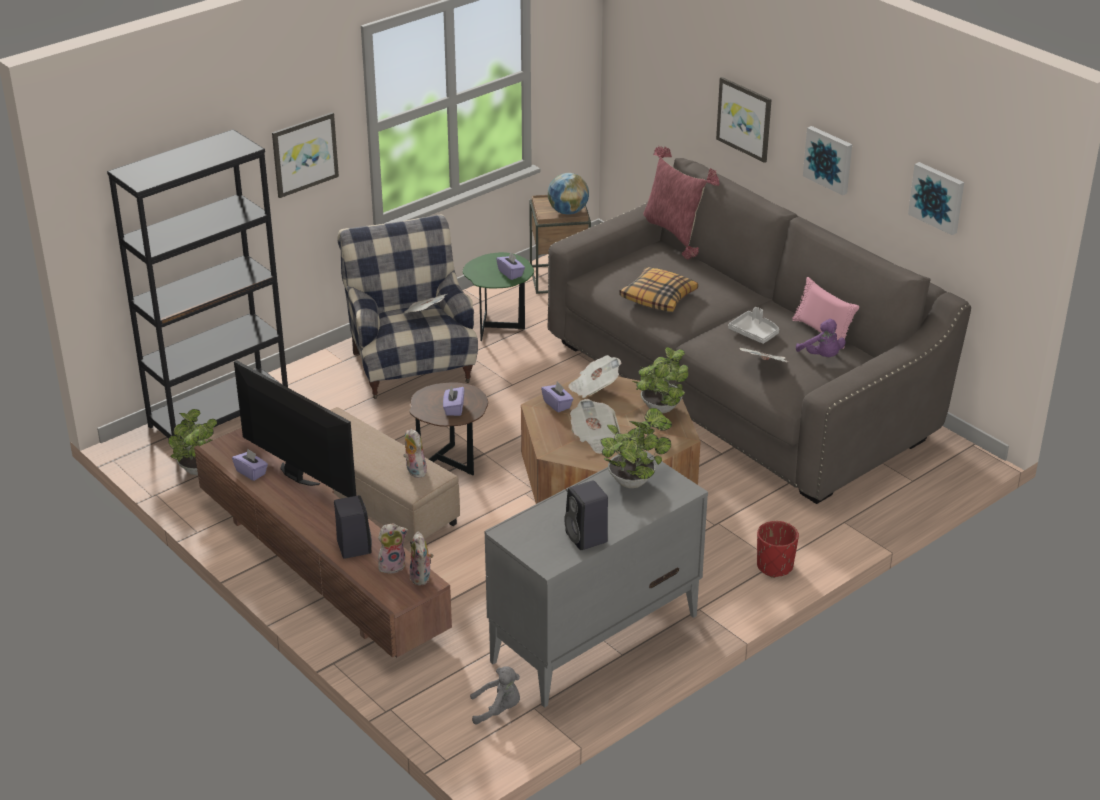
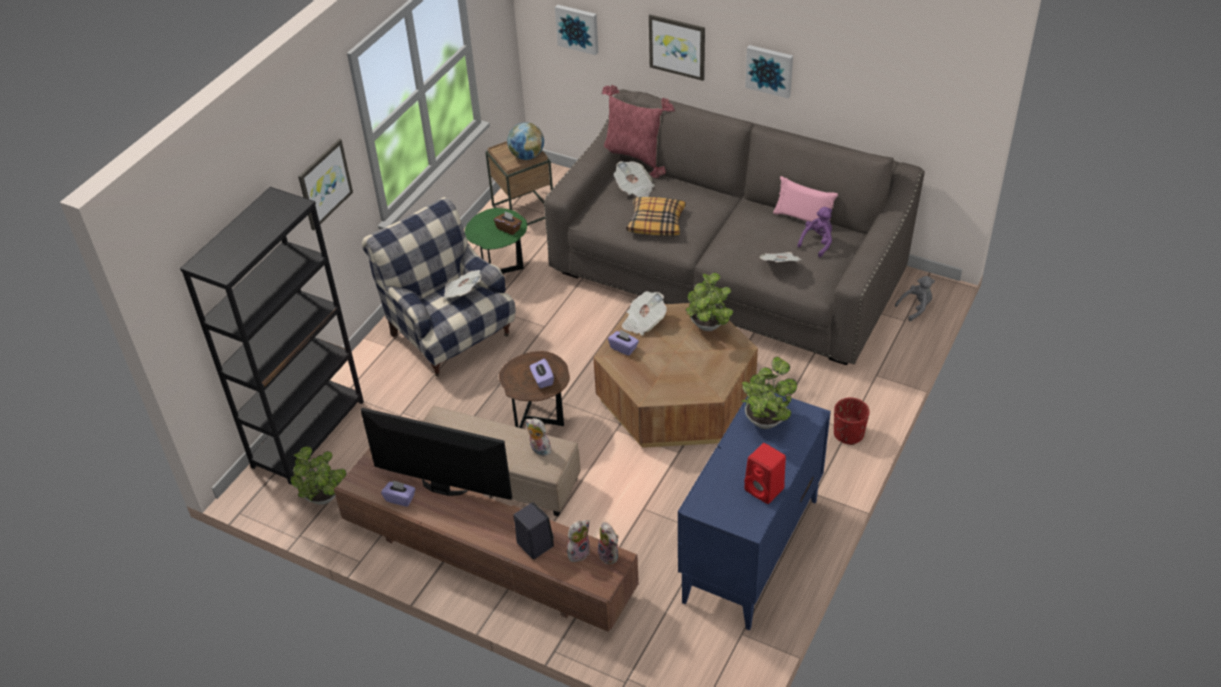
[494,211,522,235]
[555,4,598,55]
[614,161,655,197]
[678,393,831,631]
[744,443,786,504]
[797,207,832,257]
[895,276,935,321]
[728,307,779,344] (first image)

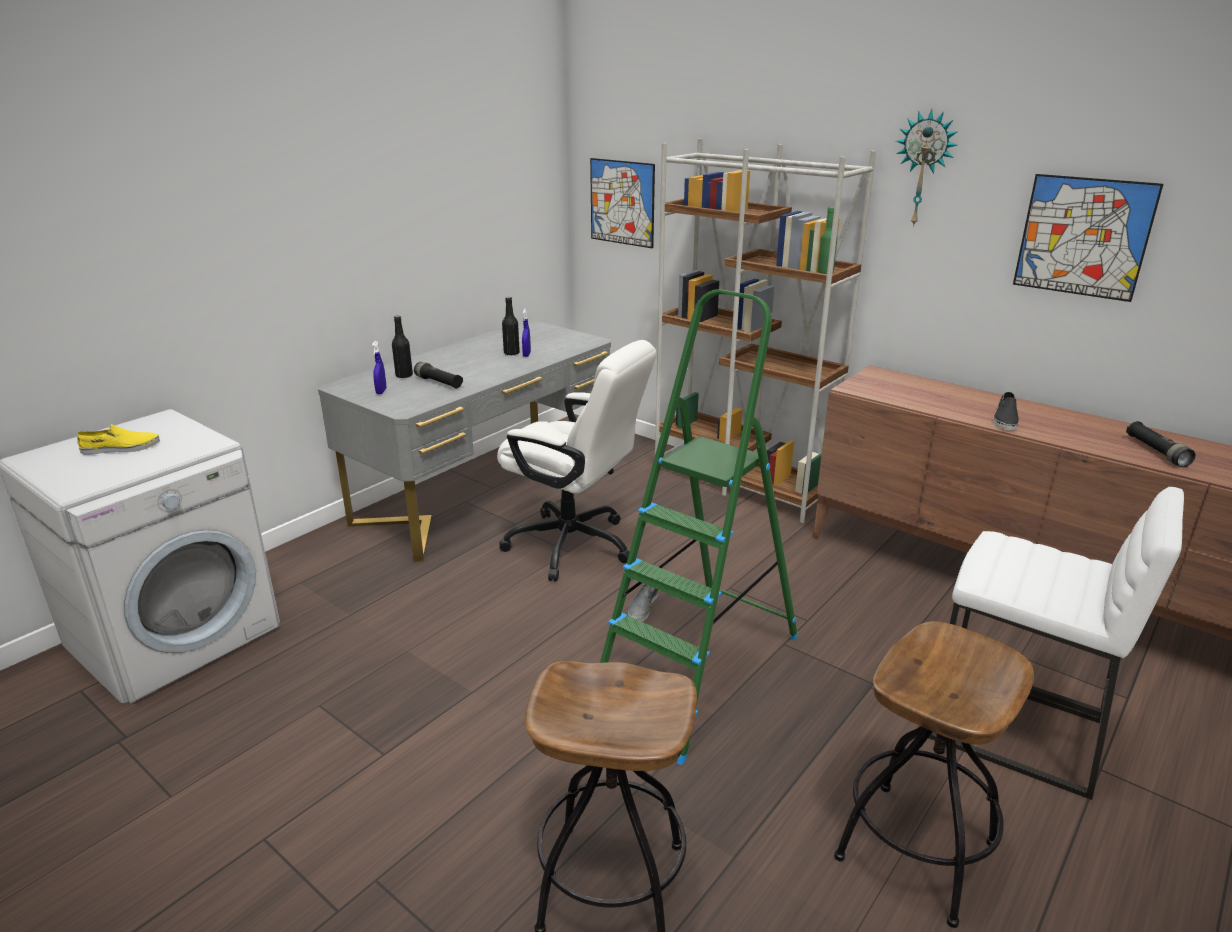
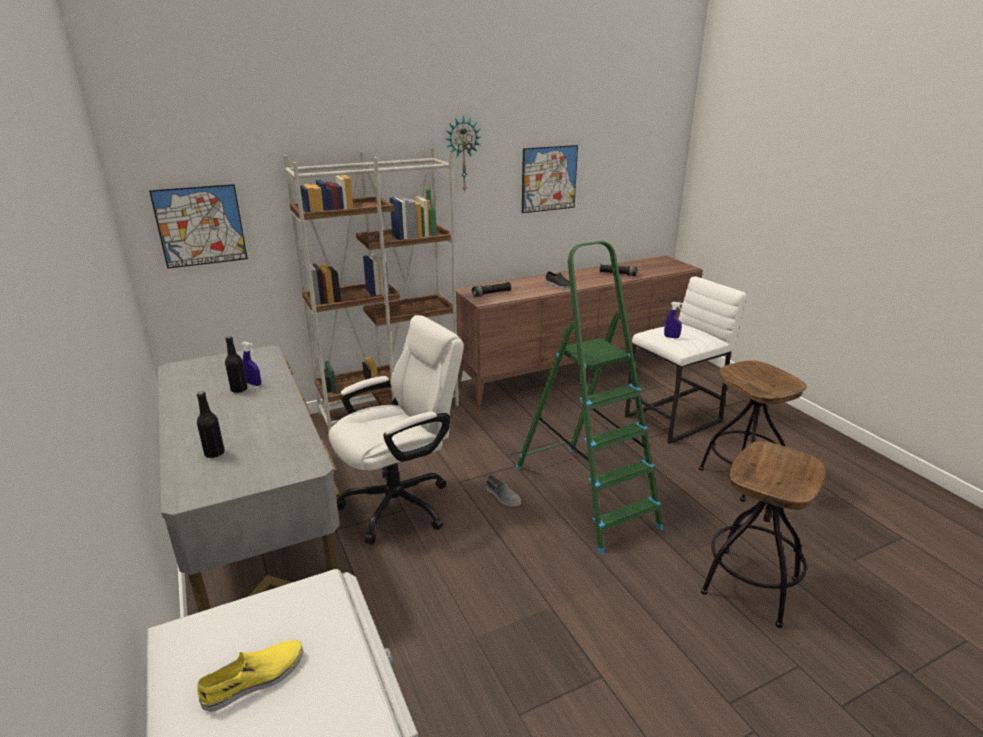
[197,640,303,712]
[472,282,511,297]
[664,302,683,339]

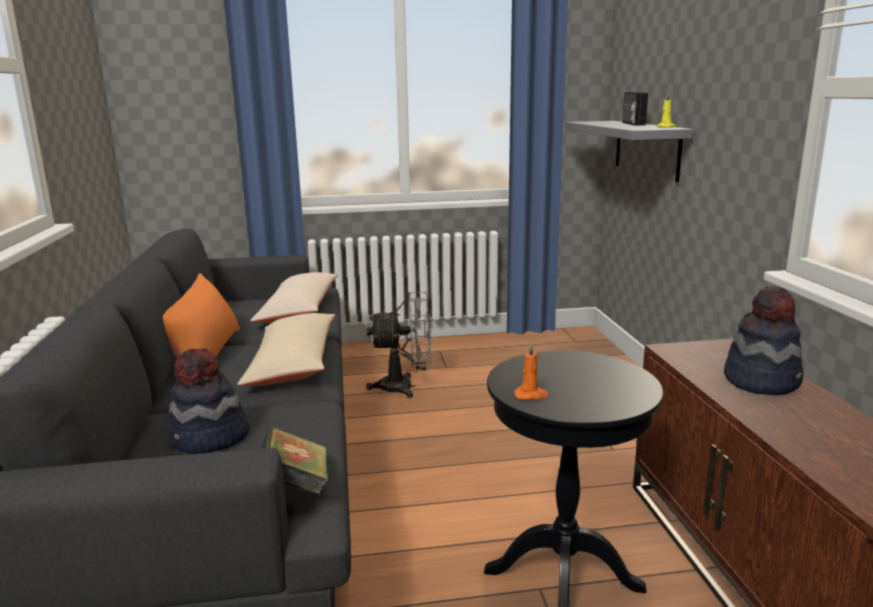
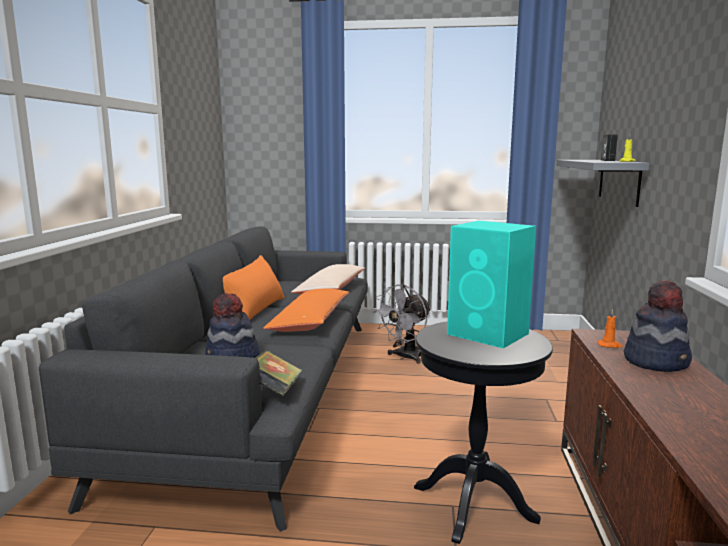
[263,288,349,332]
[373,285,431,364]
[447,221,536,349]
[597,309,622,348]

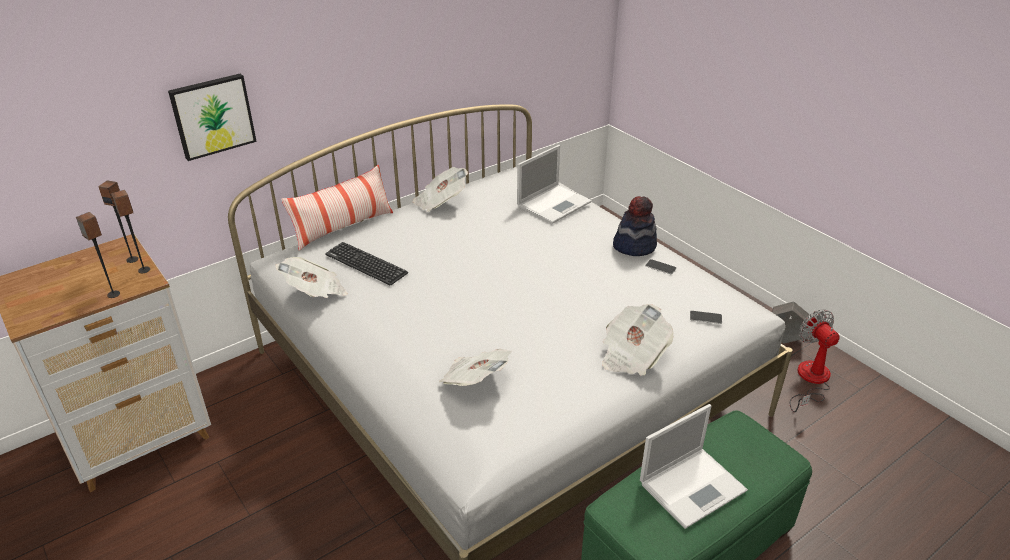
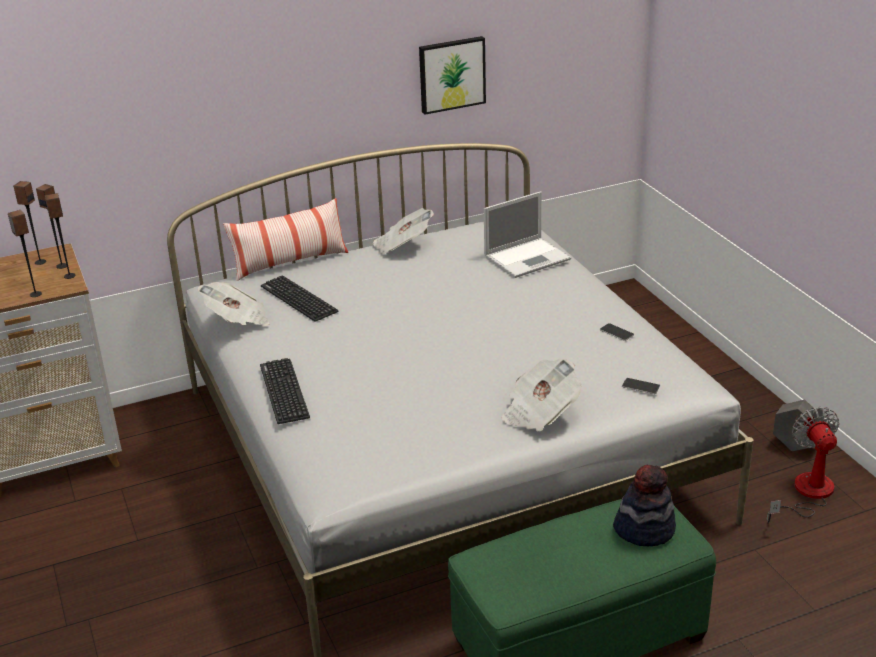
[13,181,46,265]
[260,358,310,424]
[419,36,486,115]
[613,465,676,546]
[439,349,512,386] (first image)
[640,404,748,529] (first image)

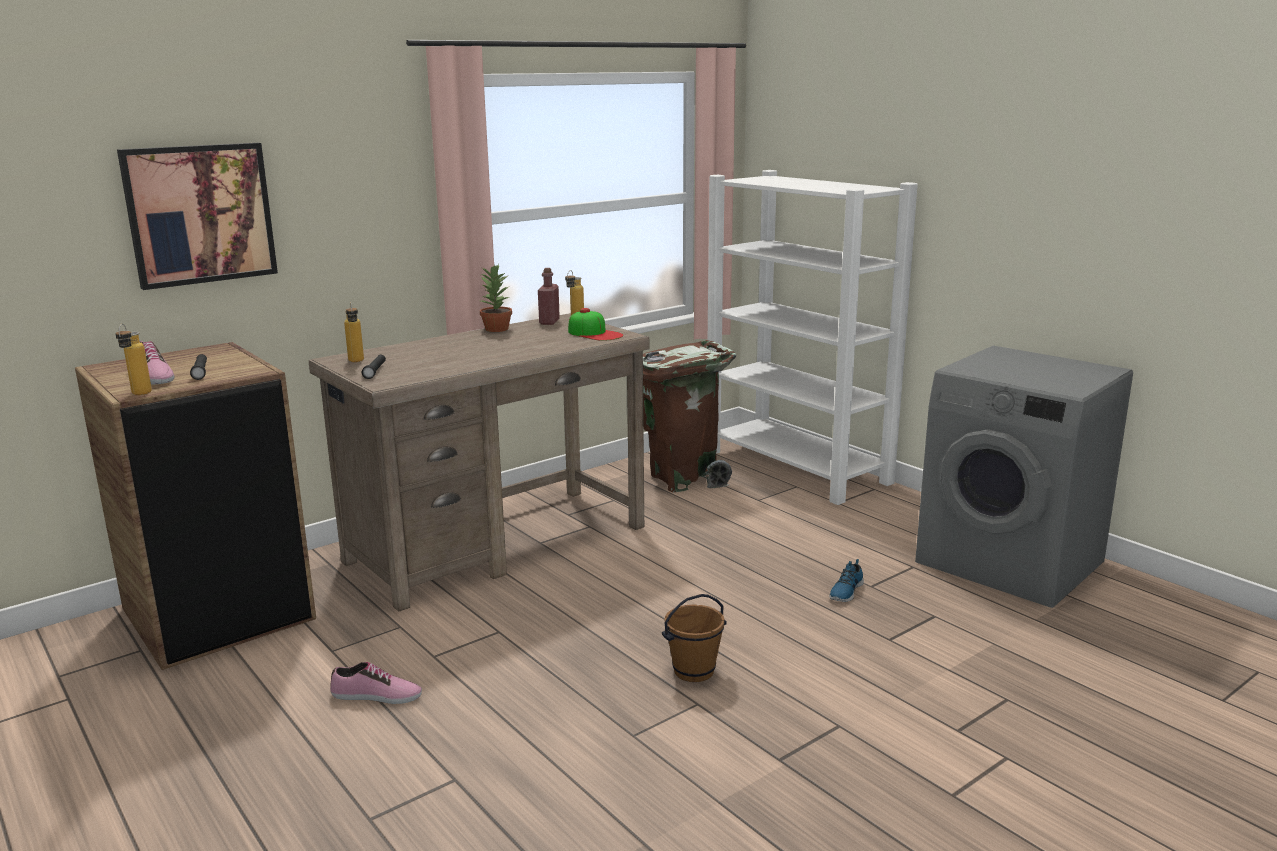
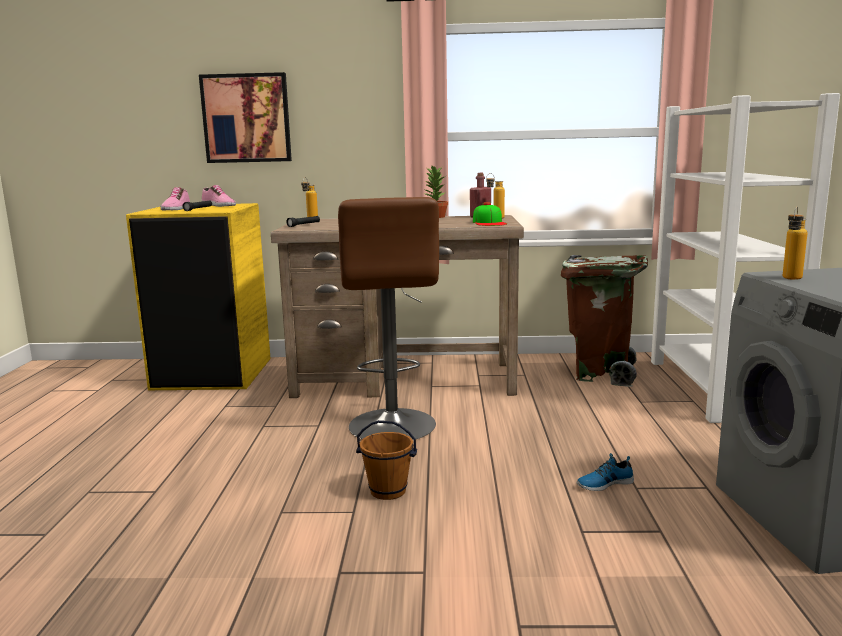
[126,203,271,390]
[202,185,236,207]
[338,197,439,440]
[783,207,807,280]

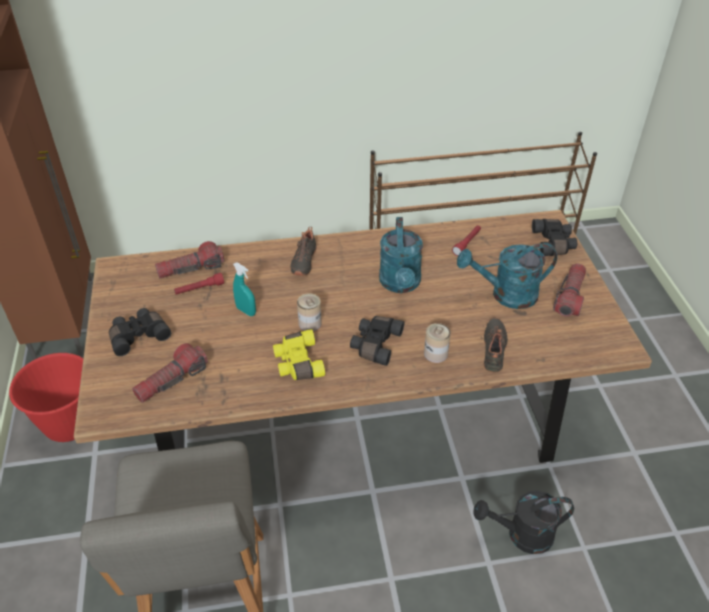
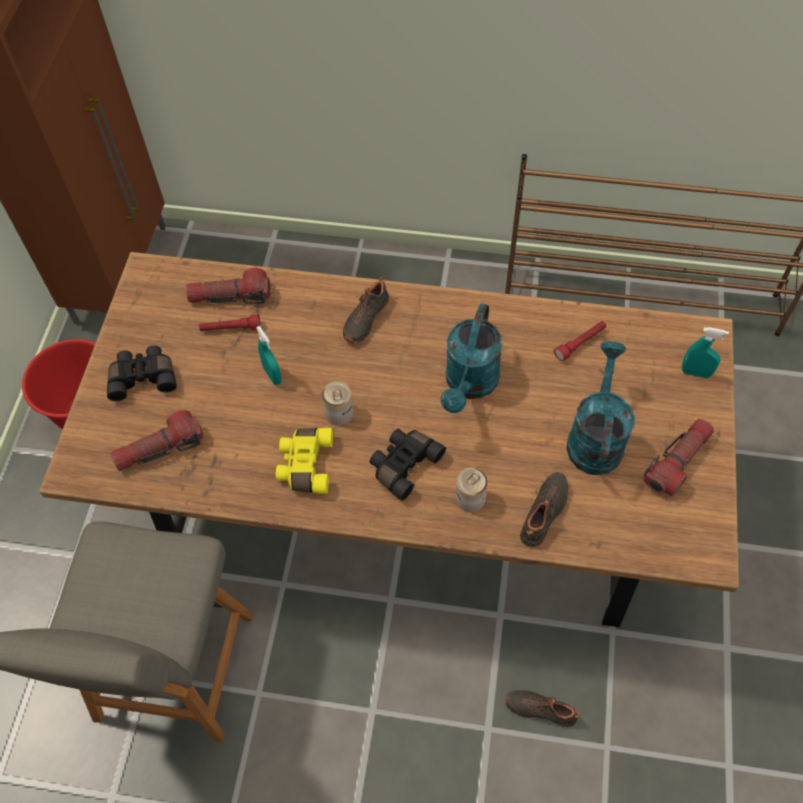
[505,690,580,728]
[567,341,635,475]
[682,327,729,378]

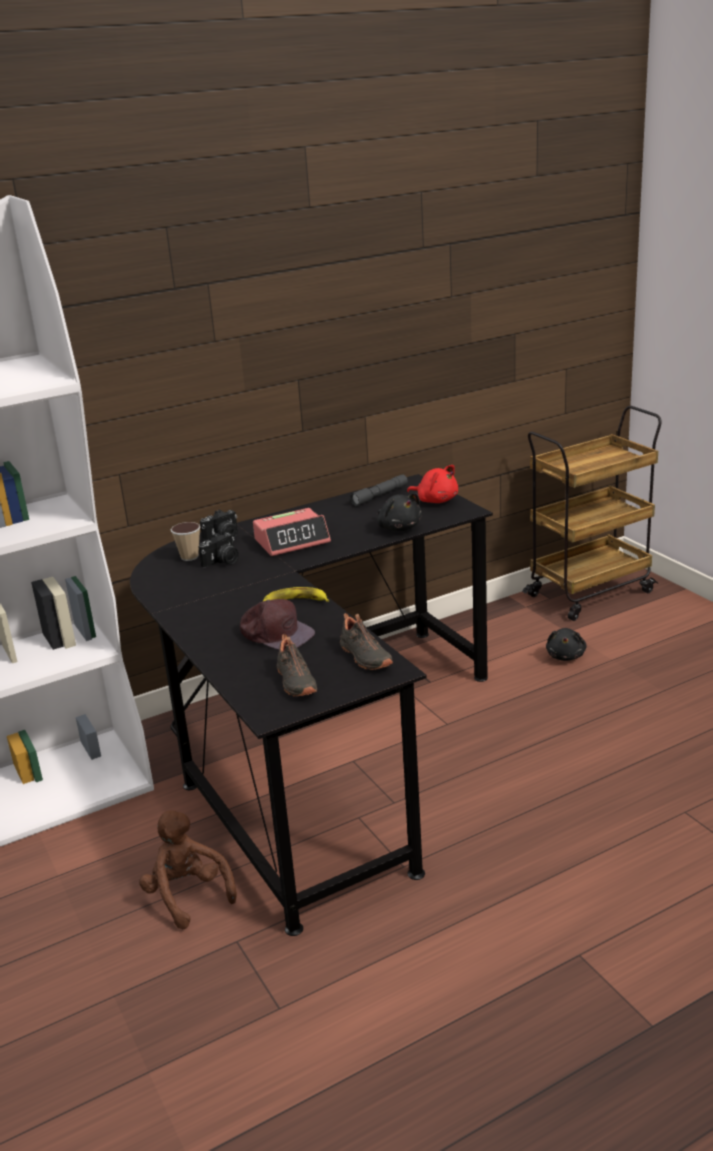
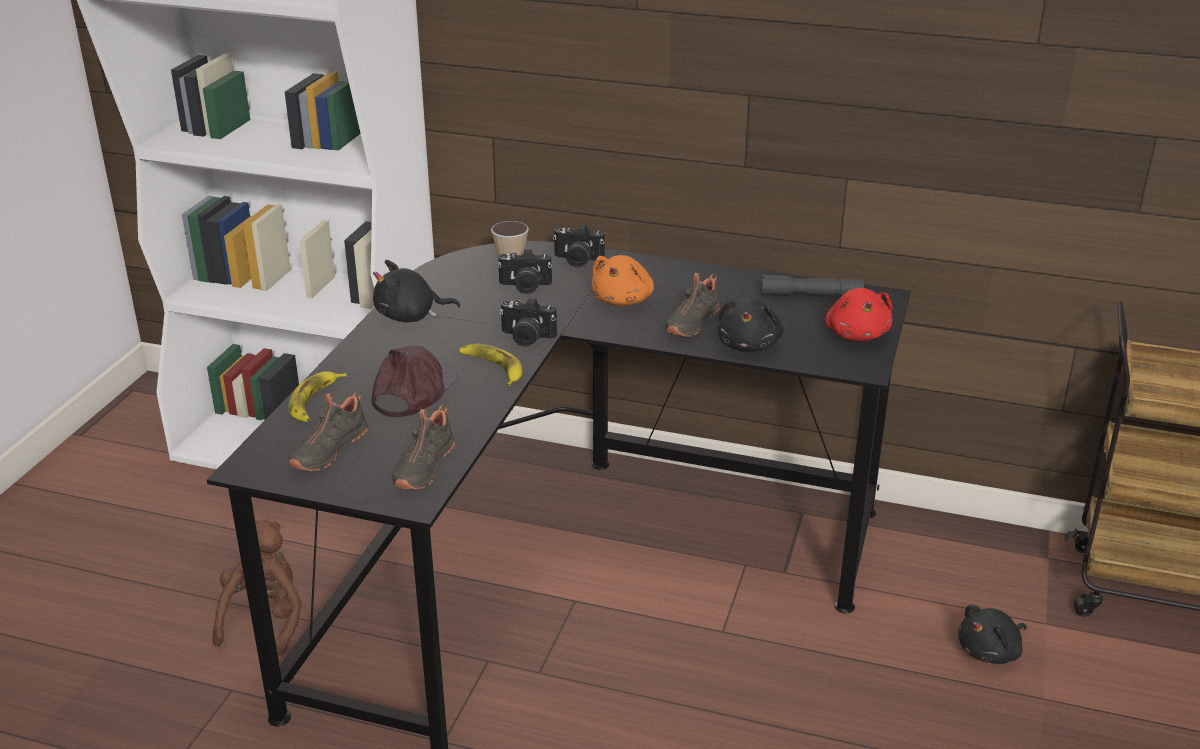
[289,371,347,422]
[371,346,457,417]
[373,260,460,322]
[500,298,557,347]
[591,255,654,306]
[665,273,720,337]

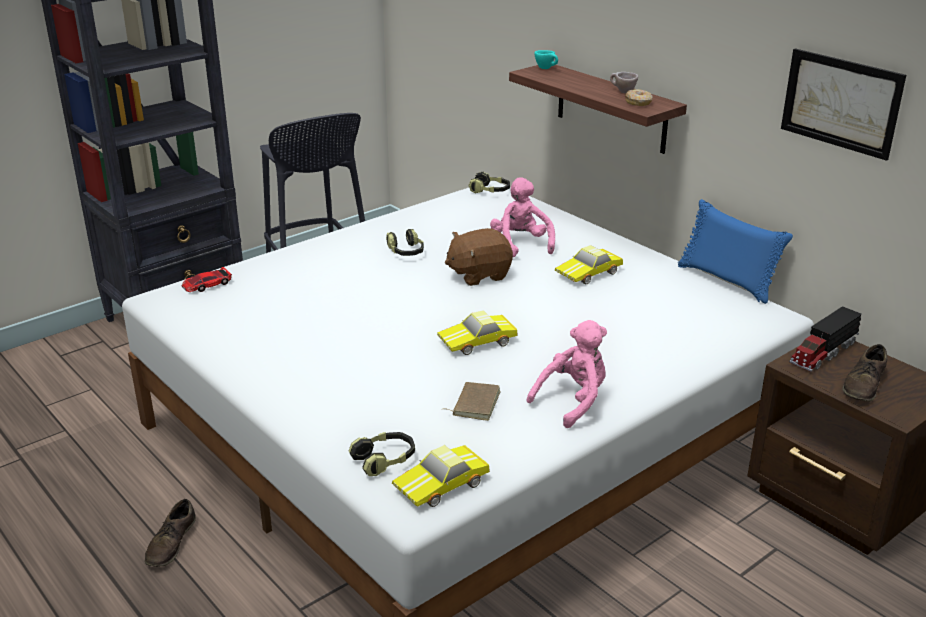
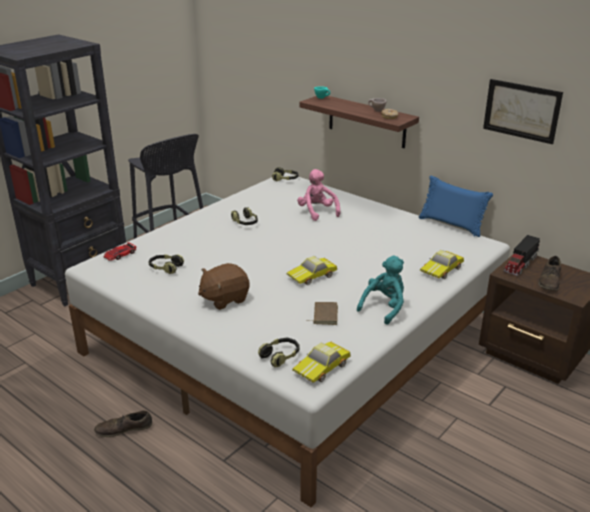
[94,410,152,437]
[149,254,184,274]
[198,263,249,310]
[357,256,404,325]
[420,250,464,279]

